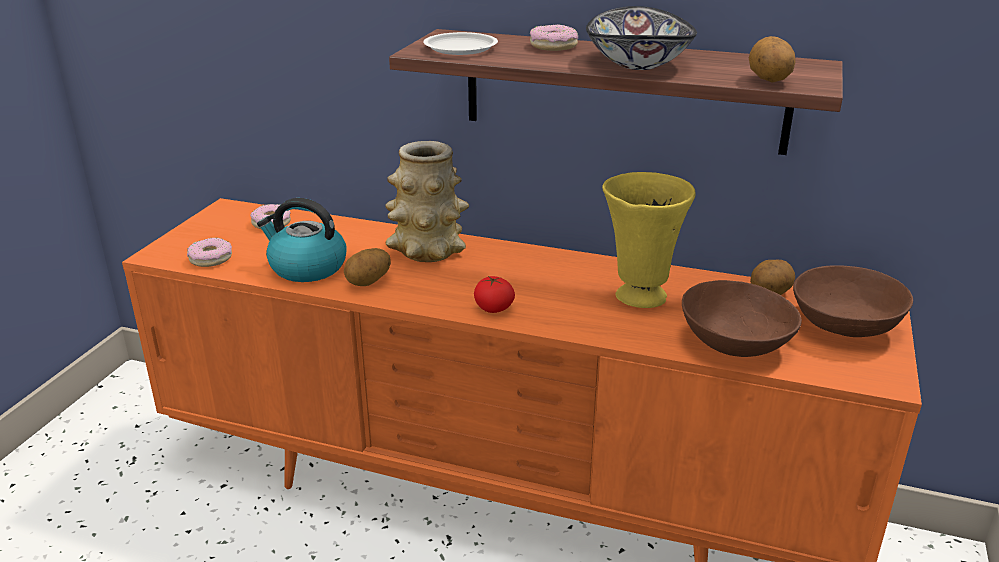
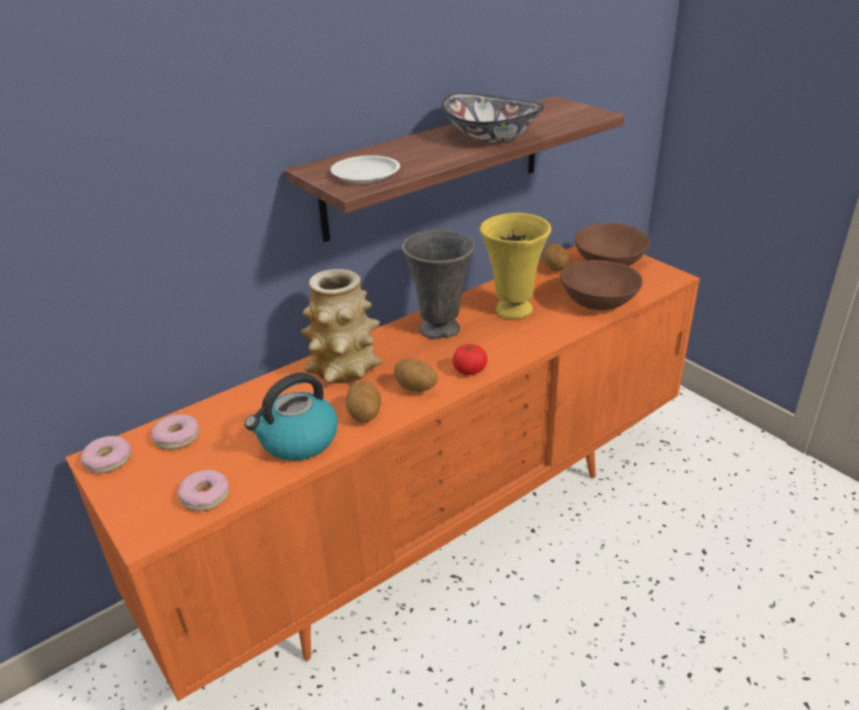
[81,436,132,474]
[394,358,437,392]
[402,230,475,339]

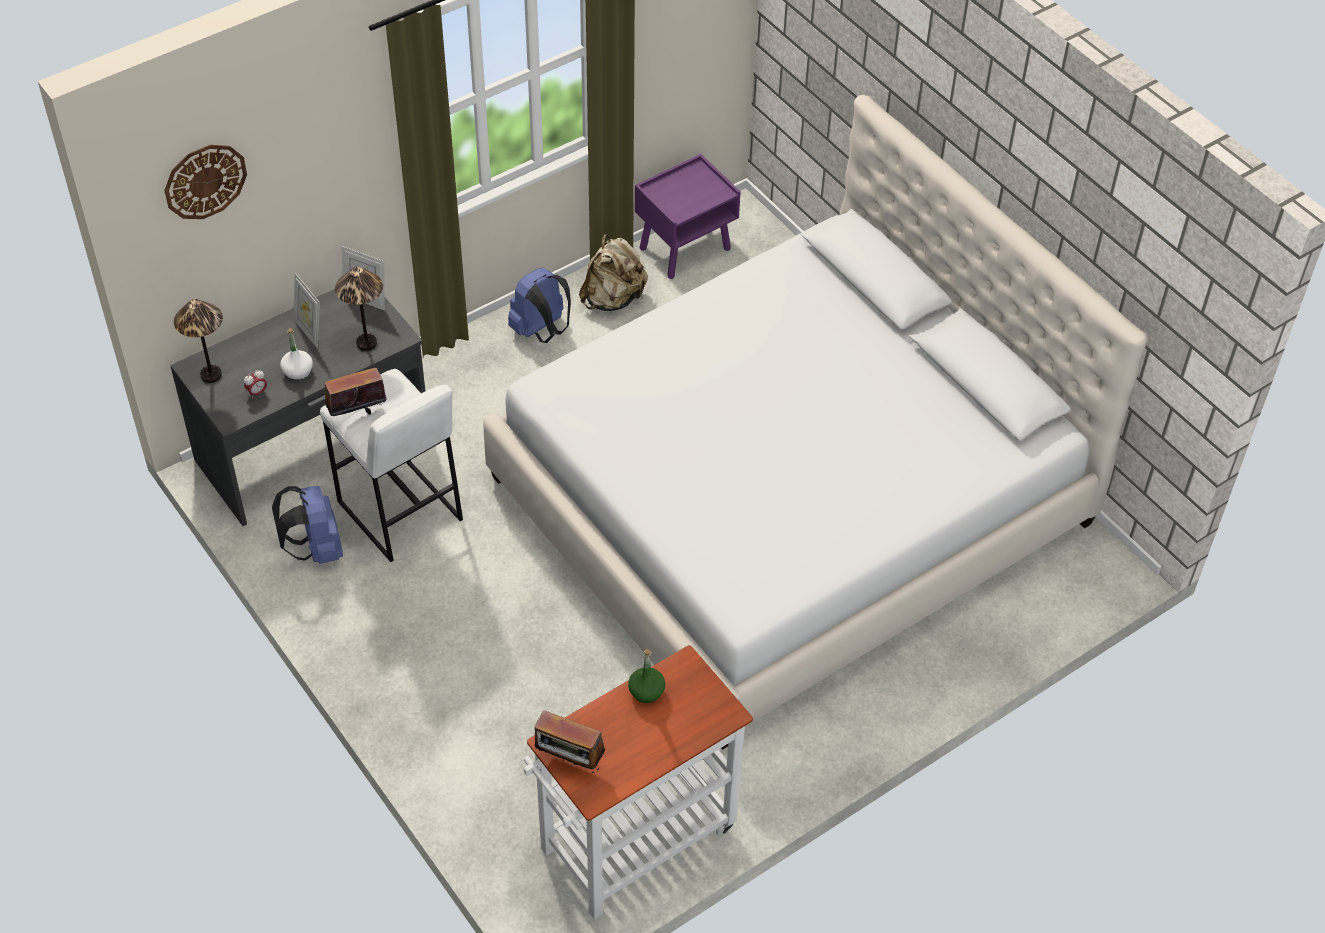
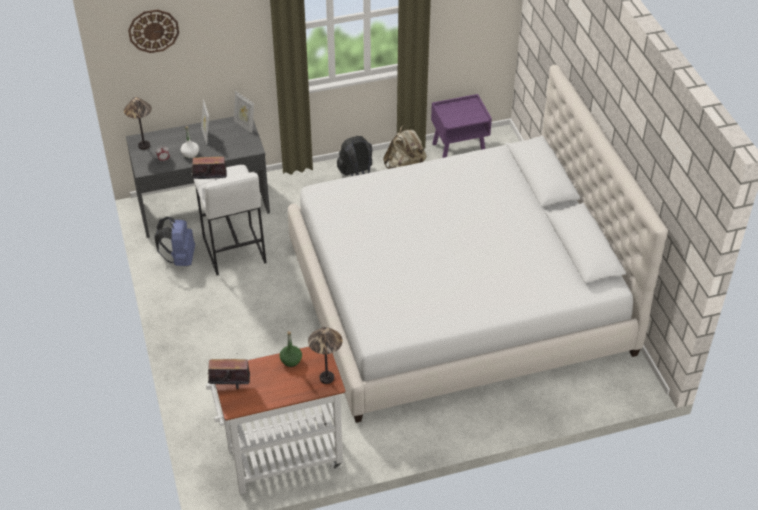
[207,359,250,390]
[308,327,343,384]
[337,136,372,176]

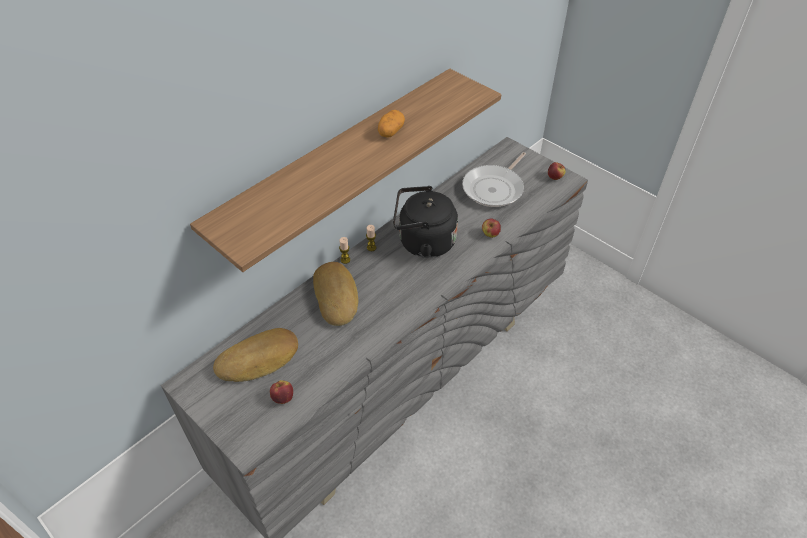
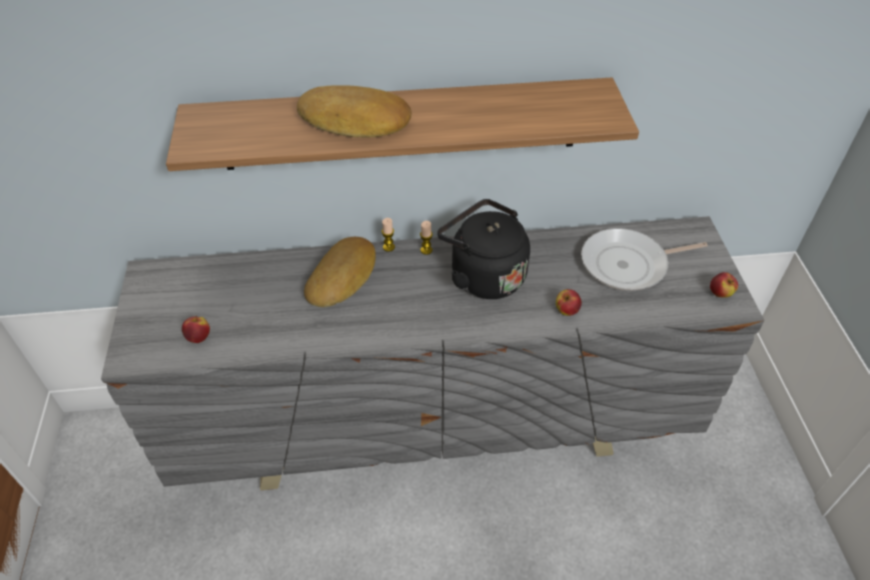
[297,85,412,137]
[378,110,405,138] (first image)

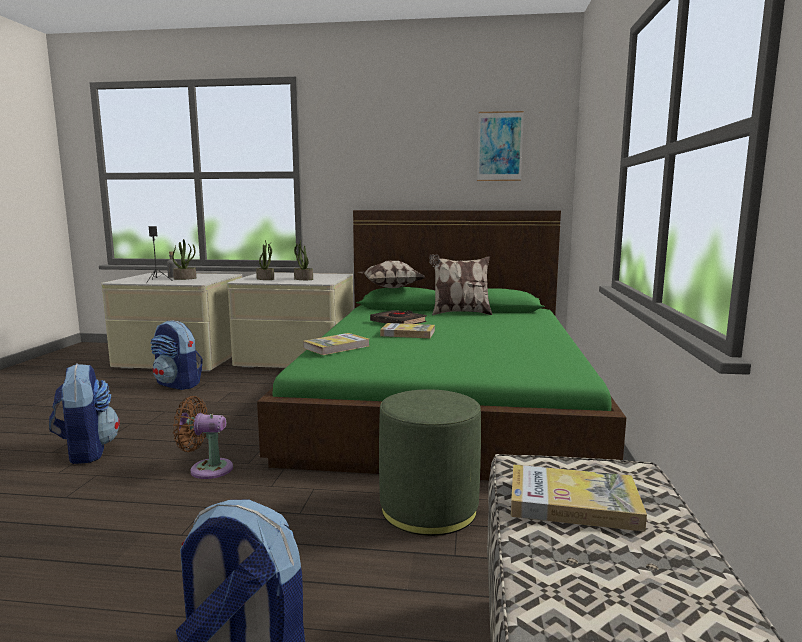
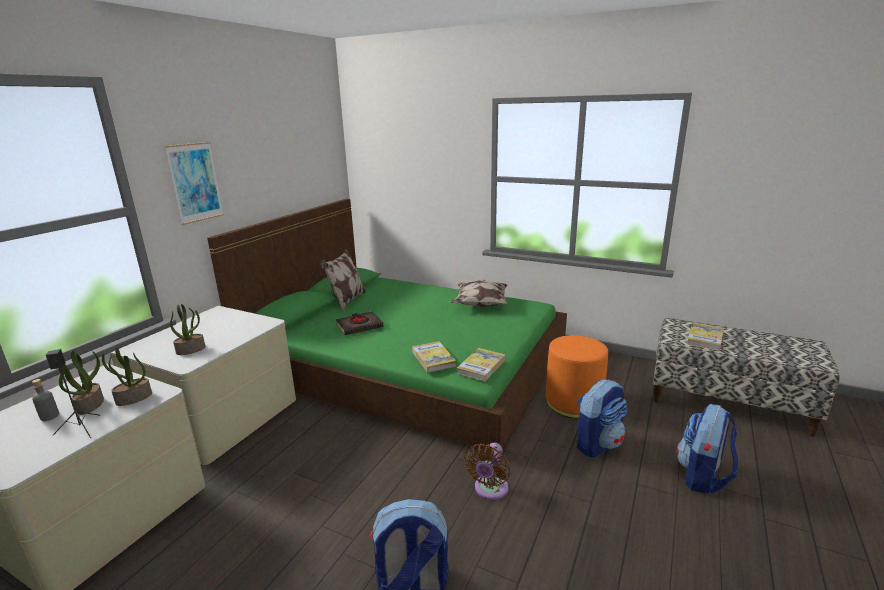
[102,347,152,406]
[165,142,224,225]
[451,279,508,307]
[457,348,505,381]
[546,335,608,419]
[577,379,628,457]

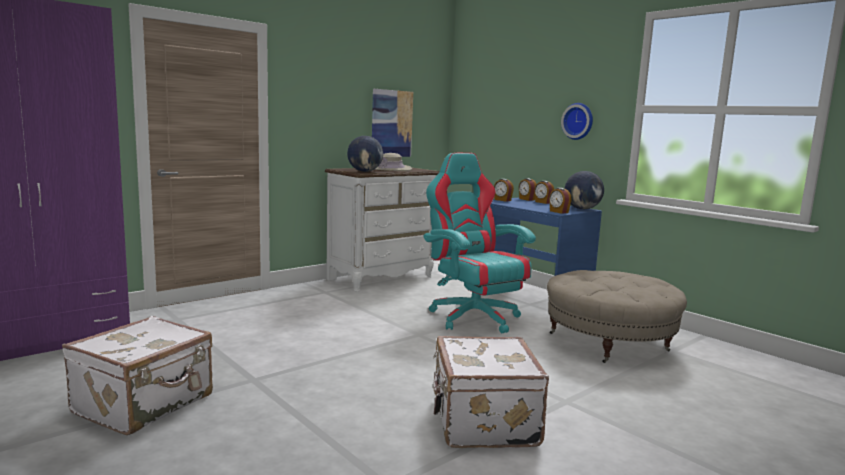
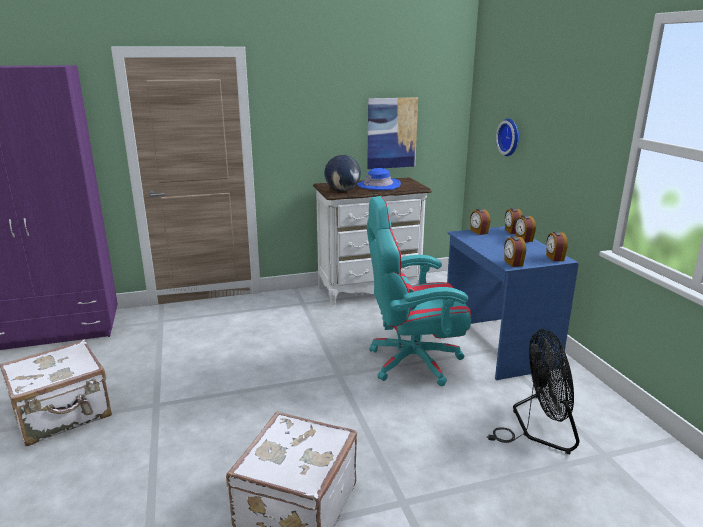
[357,168,401,190]
[367,196,471,386]
[486,329,579,455]
[496,119,519,156]
[546,231,568,261]

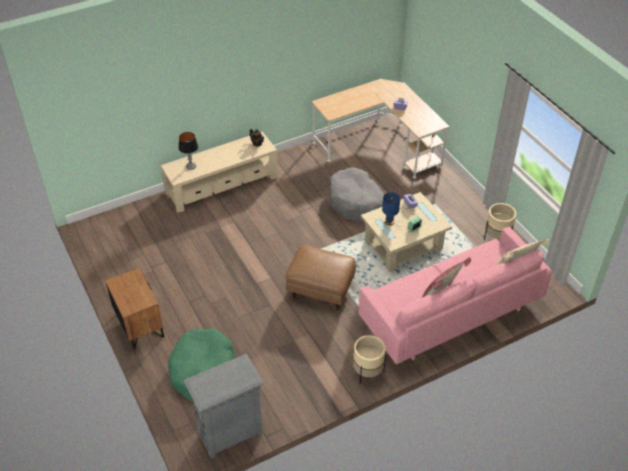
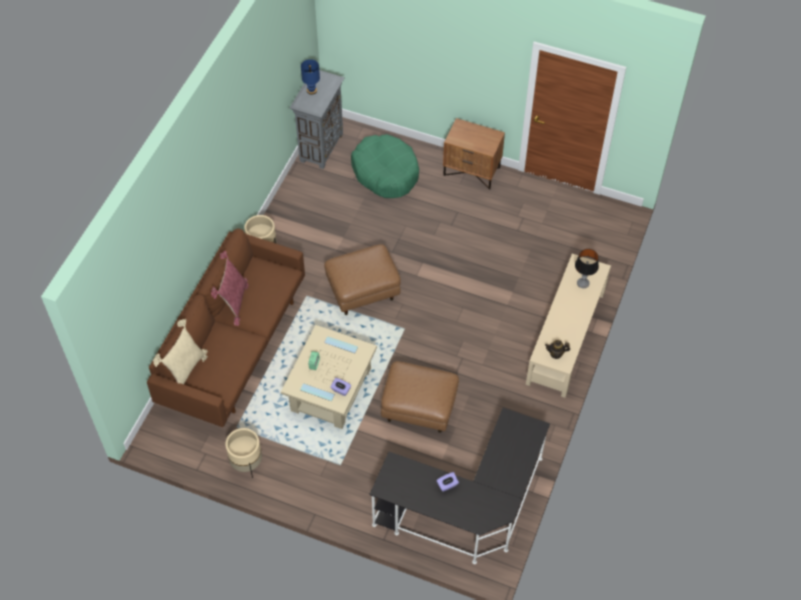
[147,228,305,427]
[301,59,320,95]
[369,408,550,564]
[381,361,459,433]

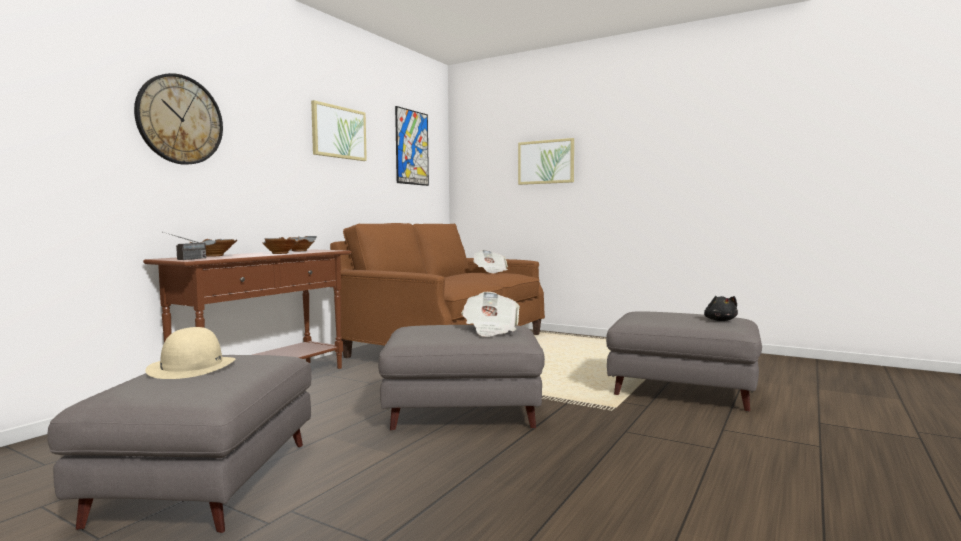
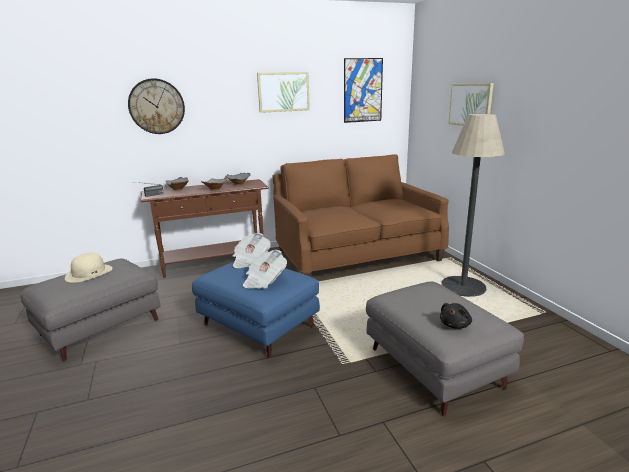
[192,261,320,358]
[233,233,271,268]
[441,114,505,297]

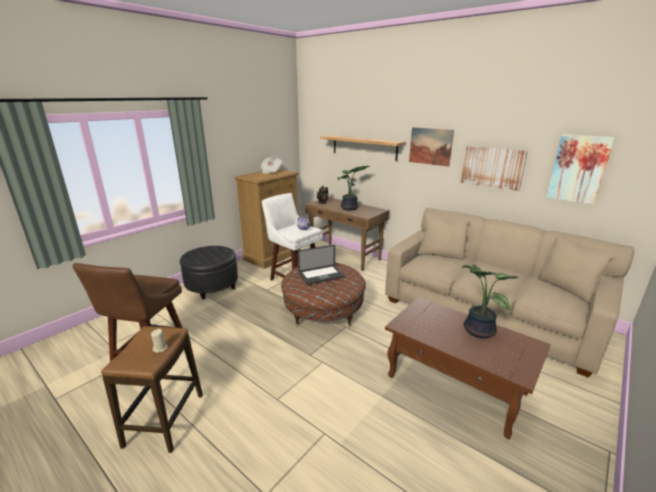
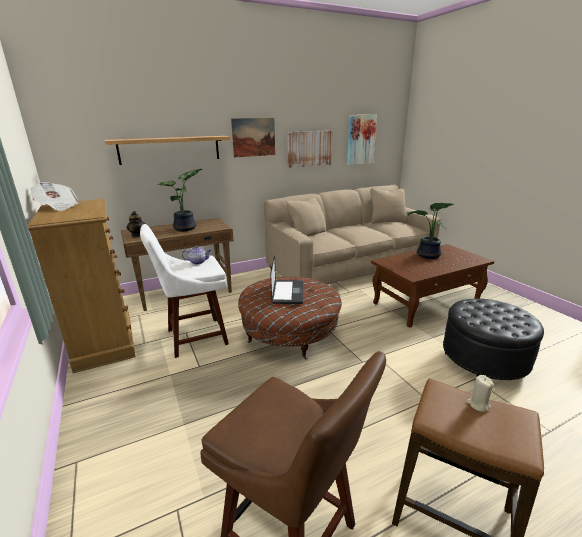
[443,298,544,380]

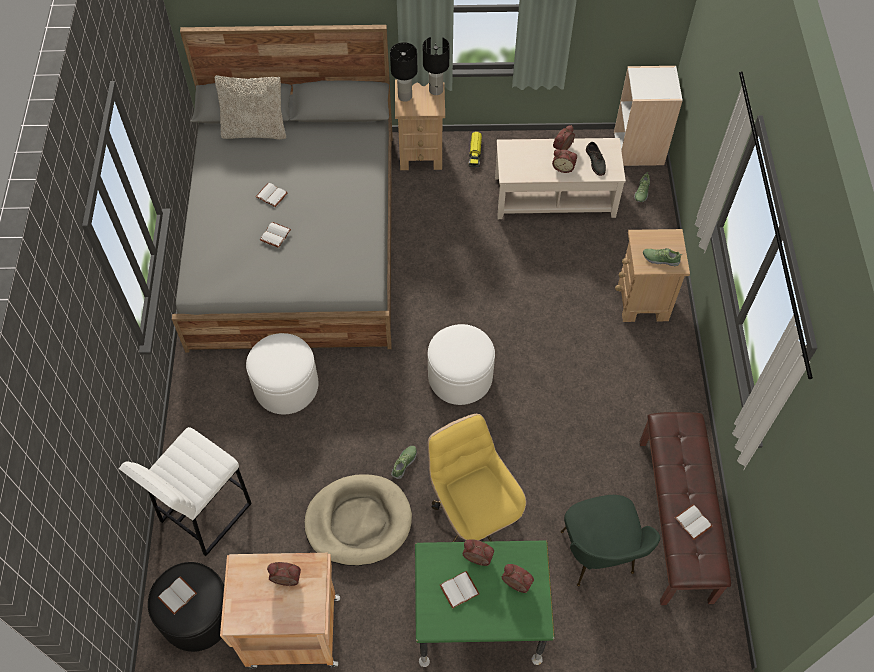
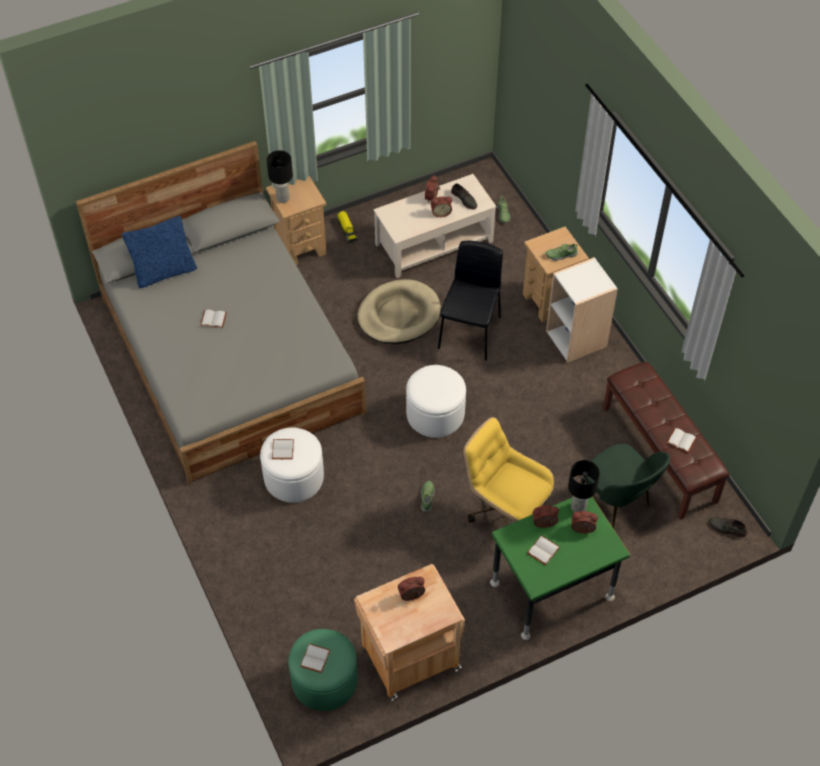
[122,216,197,288]
[272,439,294,459]
[288,629,358,711]
[357,279,441,344]
[438,241,503,360]
[546,257,618,363]
[568,460,600,512]
[708,517,747,537]
[119,427,252,556] (first image)

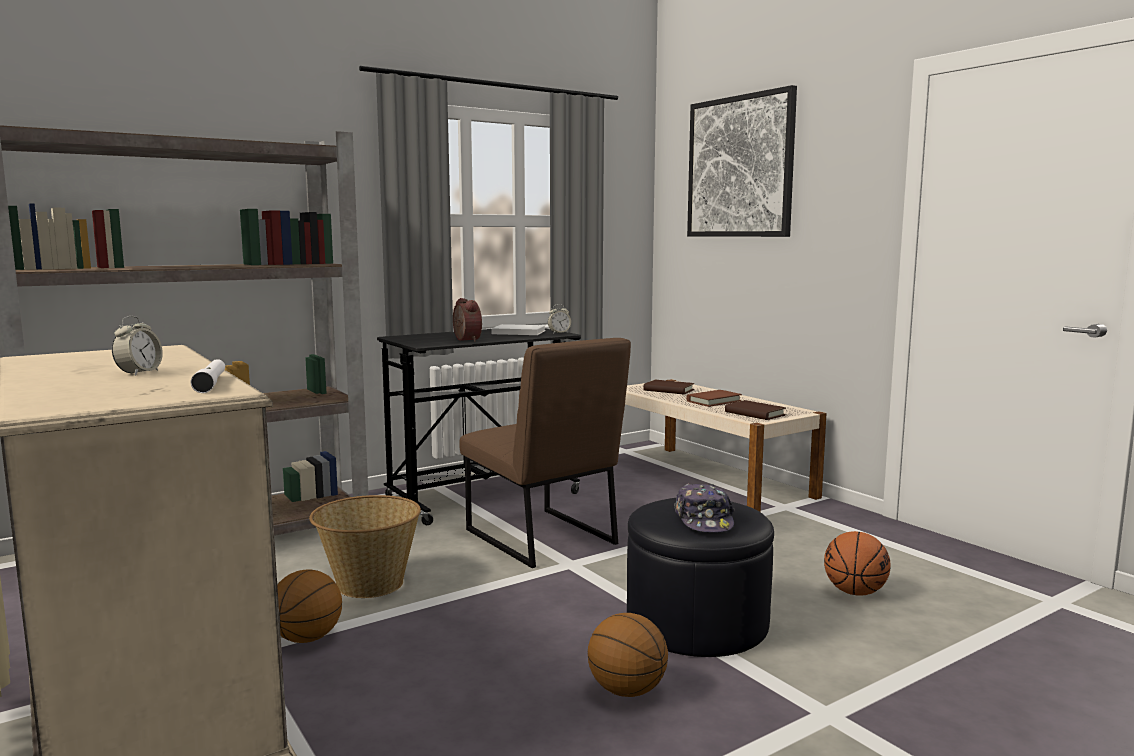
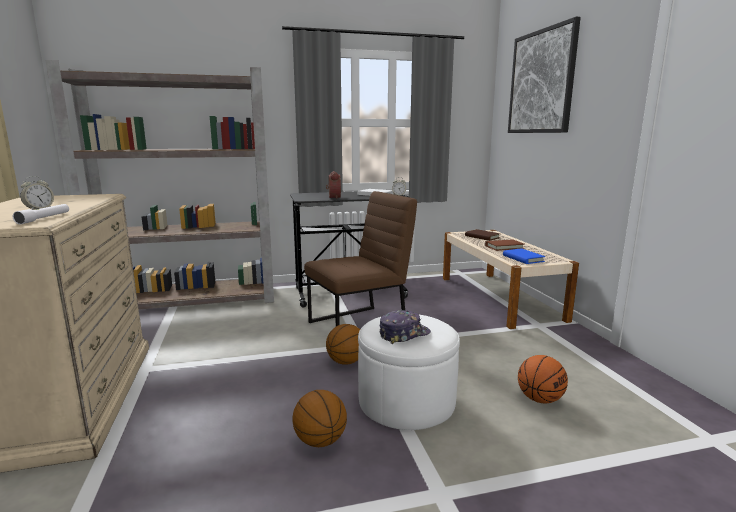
[304,191,417,326]
[326,324,360,365]
[358,315,460,430]
[380,310,431,344]
[503,248,546,264]
[309,495,421,598] (first image)

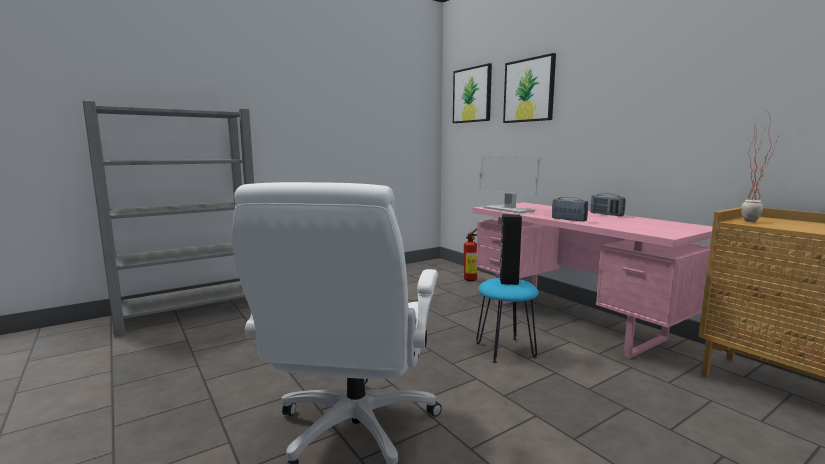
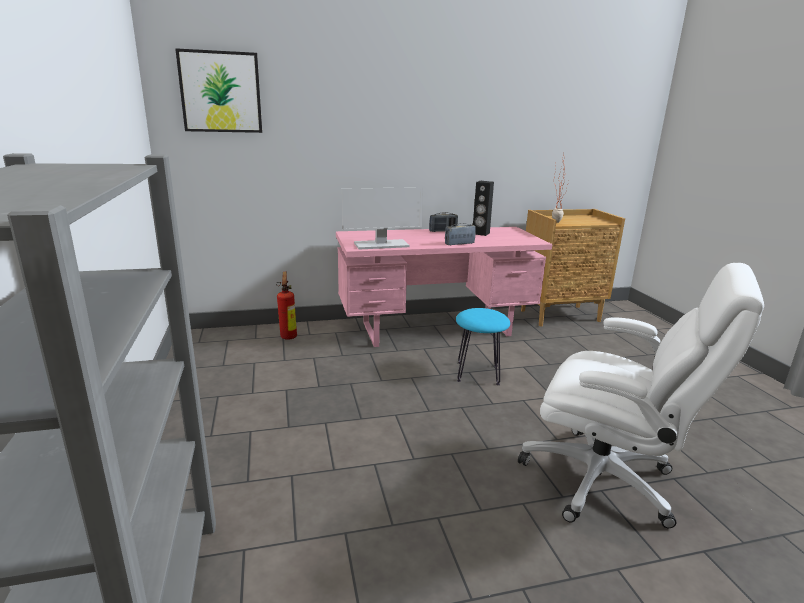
[473,181,494,236]
[503,53,556,123] (first image)

